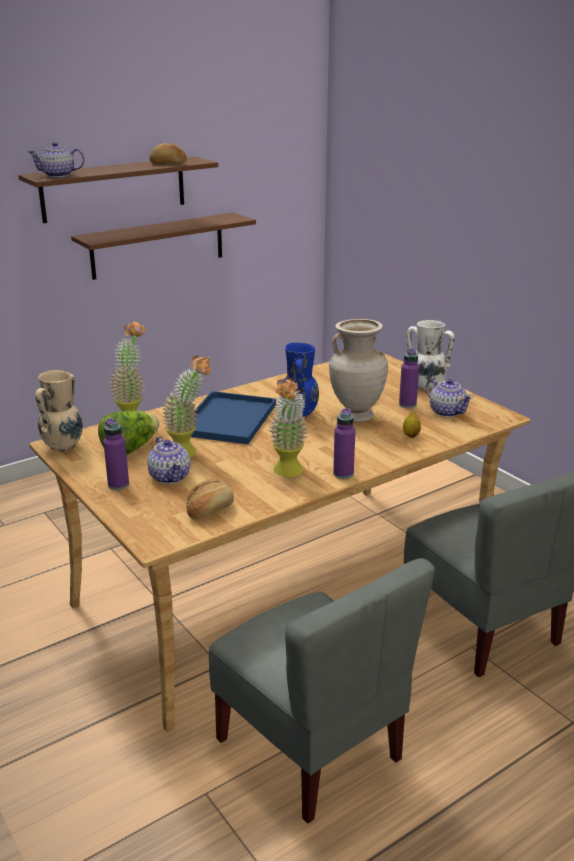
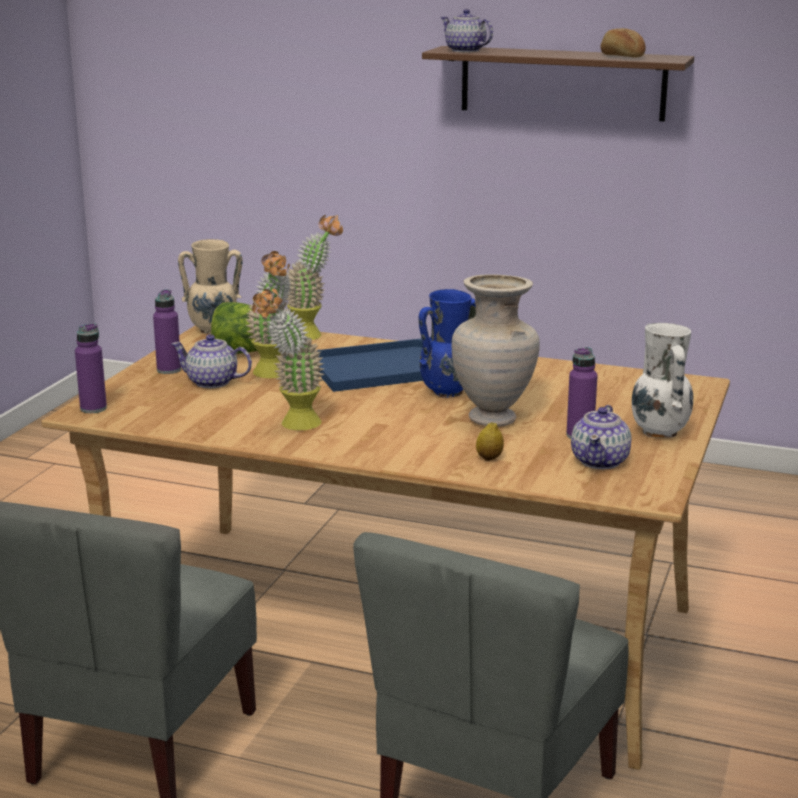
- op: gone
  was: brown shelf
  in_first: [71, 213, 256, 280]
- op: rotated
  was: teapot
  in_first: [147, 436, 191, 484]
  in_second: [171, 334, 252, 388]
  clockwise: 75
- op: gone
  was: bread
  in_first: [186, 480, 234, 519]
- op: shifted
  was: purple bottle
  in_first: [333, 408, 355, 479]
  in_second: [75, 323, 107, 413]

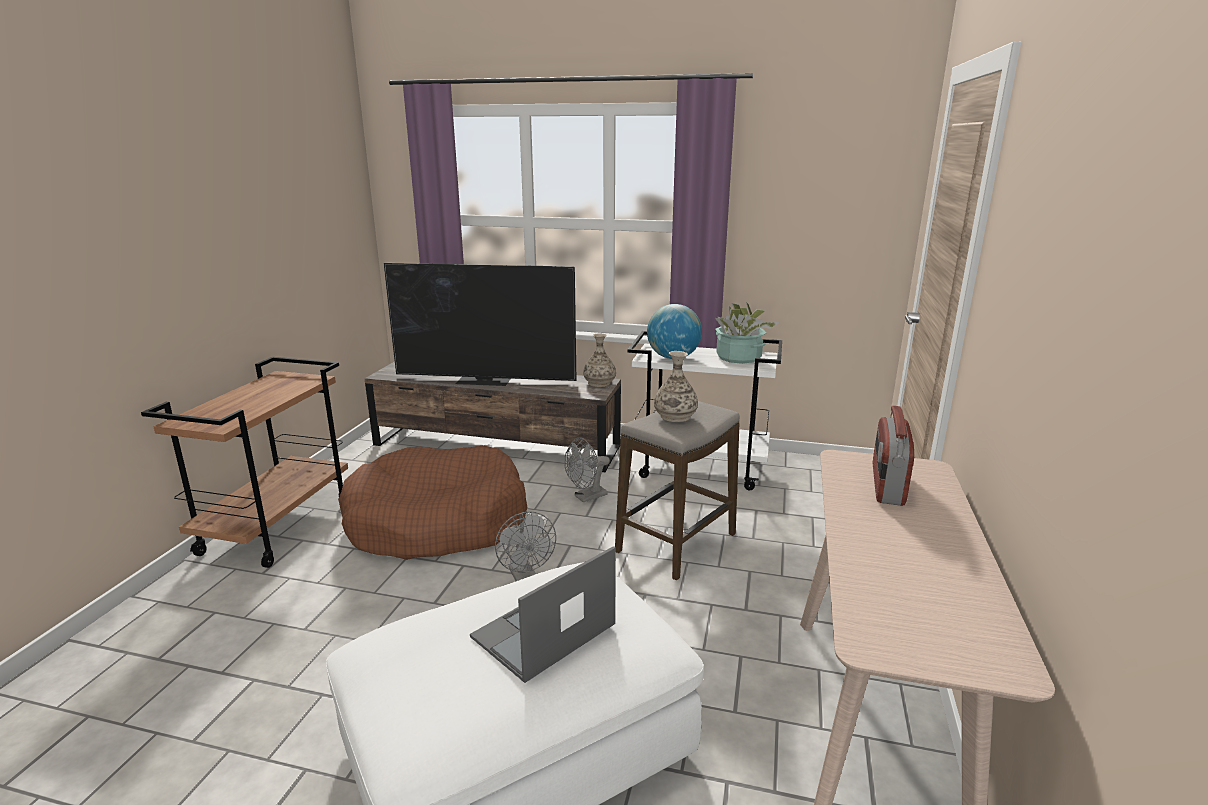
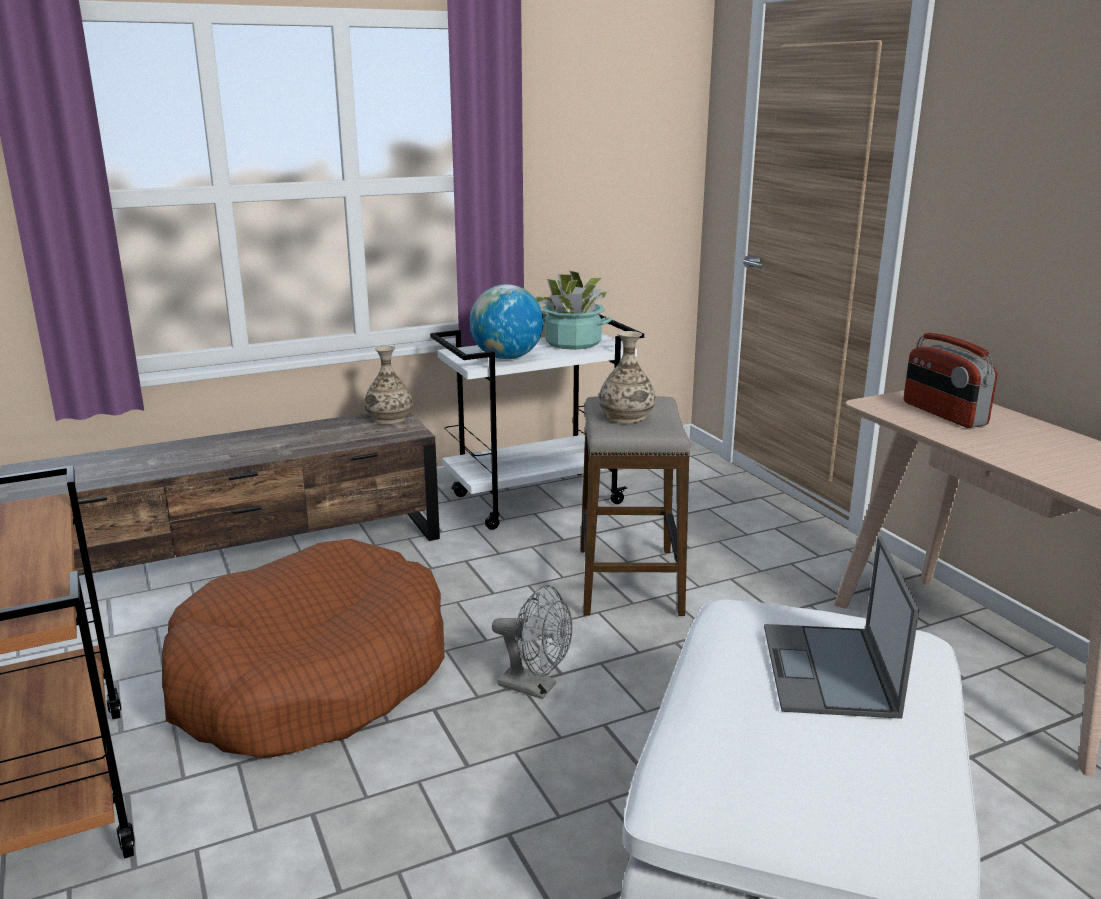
- op: gone
  was: television
  in_first: [384, 263, 576, 386]
- op: gone
  was: grey fan
  in_first: [564, 438, 610, 502]

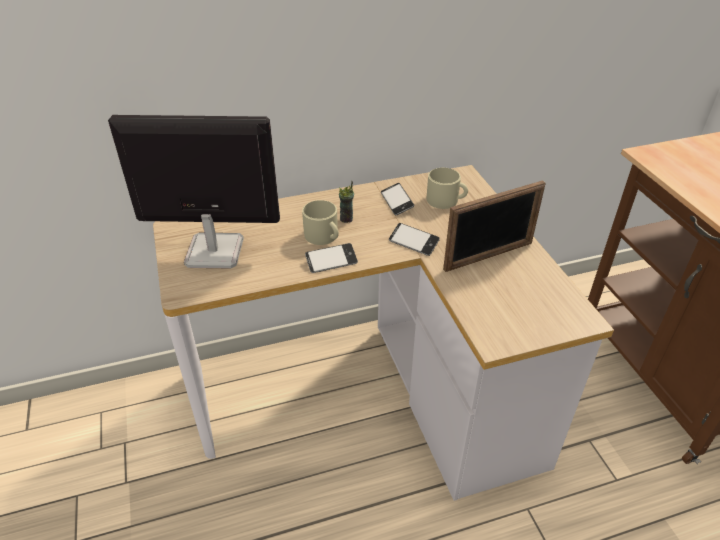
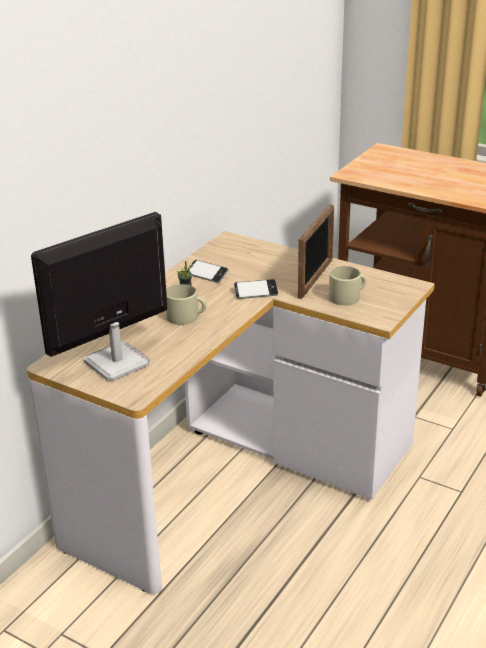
- op: gone
  was: phone
  in_first: [305, 243, 358, 273]
- op: shifted
  was: beige mug
  in_first: [427, 168, 468, 209]
  in_second: [329, 266, 366, 306]

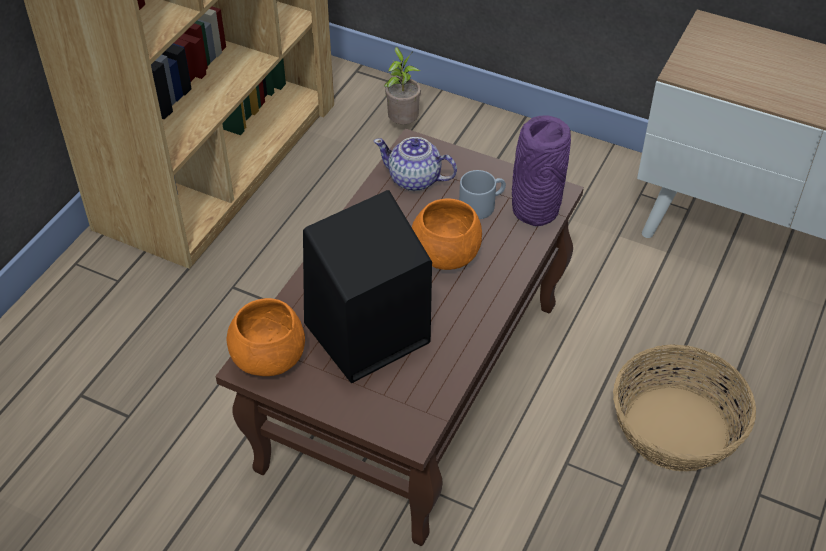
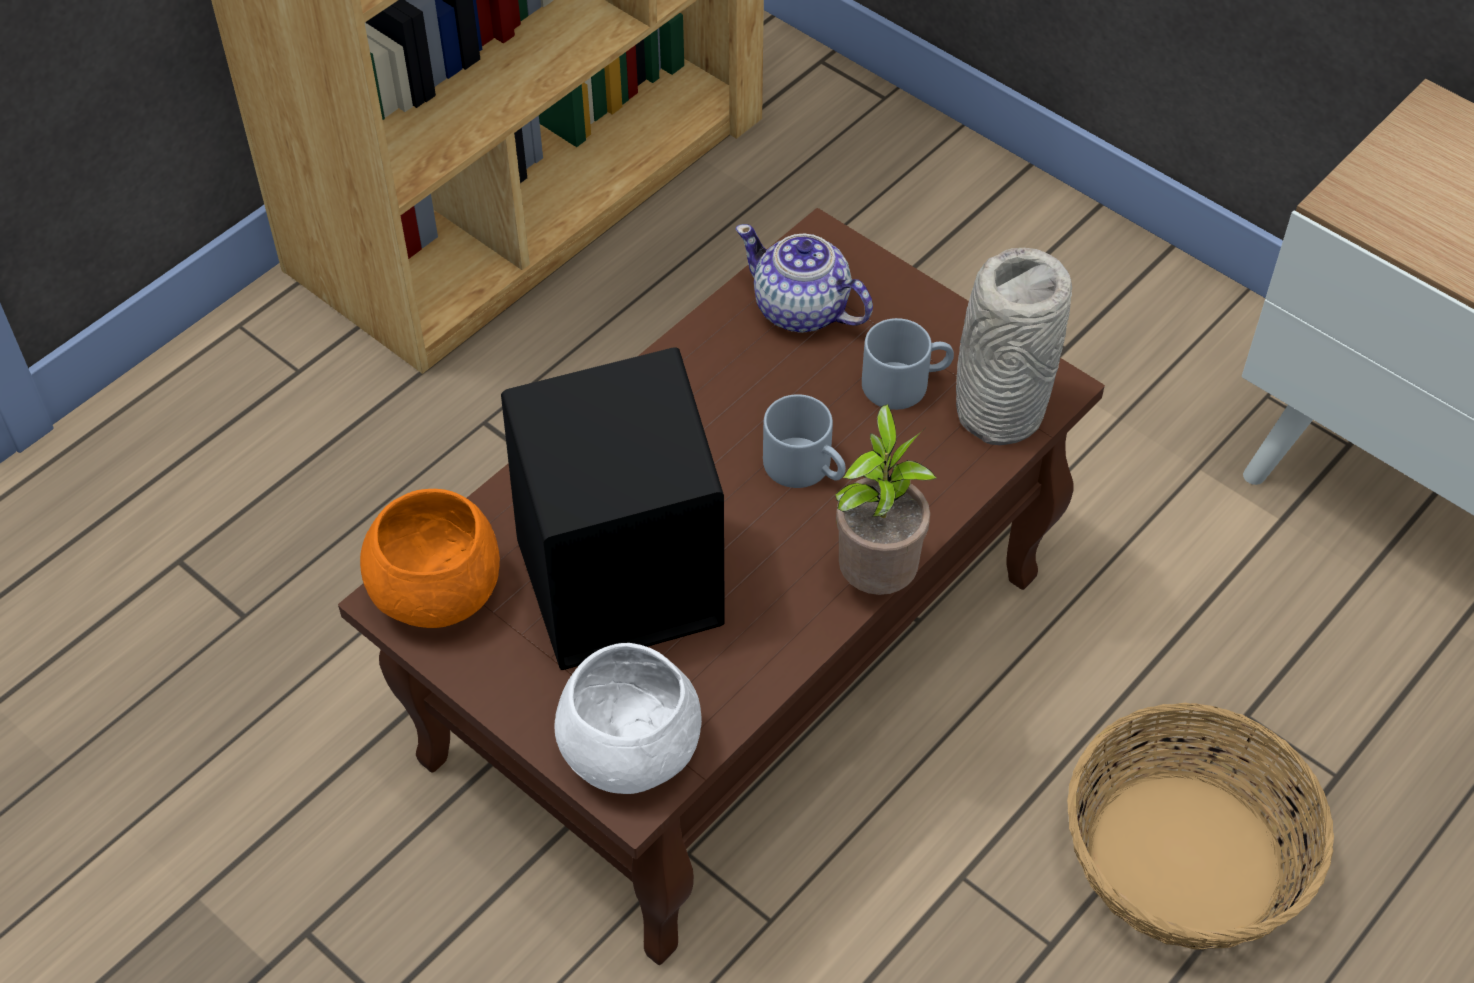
- op: shifted
  was: potted plant
  in_first: [384, 47, 421, 124]
  in_second: [835, 404, 937, 595]
- op: swapped
  was: orange bowl
  now: grey mug
  in_first: [412, 199, 482, 270]
  in_second: [763, 394, 846, 488]
- op: repainted
  was: purple vase
  now: grey vase
  in_first: [512, 115, 571, 226]
  in_second: [956, 248, 1072, 445]
- op: new
  now: white bowl
  in_second: [555, 643, 702, 794]

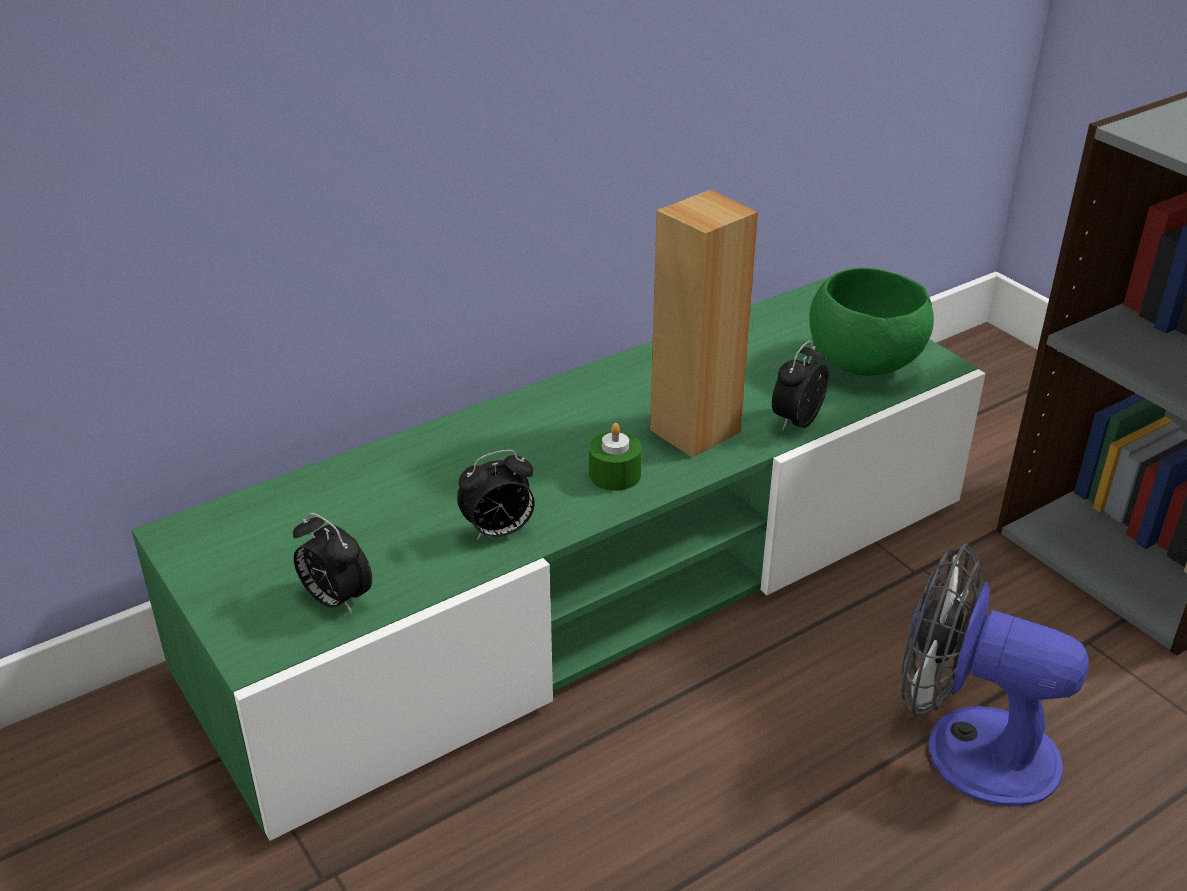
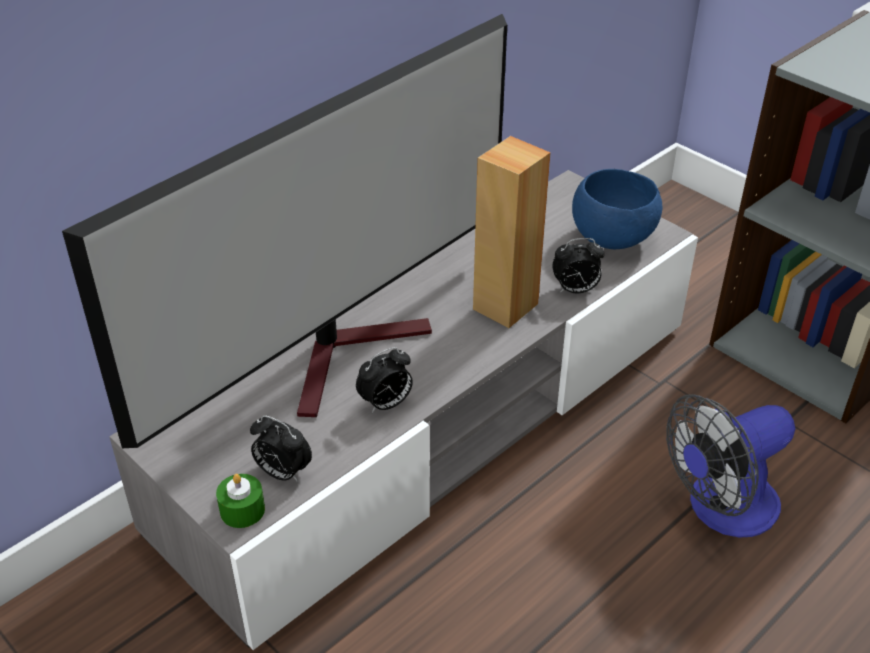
- op: repainted
  was: green tv stand
  now: grey tv stand
  in_first: [132, 278, 986, 841]
  in_second: [109, 170, 698, 650]
- op: shifted
  was: green candle
  in_first: [589, 423, 642, 491]
  in_second: [216, 474, 265, 528]
- op: rotated
  was: alarm clock
  in_first: [772, 340, 829, 431]
  in_second: [552, 238, 605, 293]
  clockwise: -120
- op: repainted
  was: green bowl
  now: blue bowl
  in_first: [809, 268, 934, 376]
  in_second: [572, 169, 662, 249]
- op: rotated
  was: fan
  in_first: [901, 543, 1089, 807]
  in_second: [666, 394, 795, 538]
  clockwise: -45
- op: new
  now: television
  in_second: [62, 14, 507, 448]

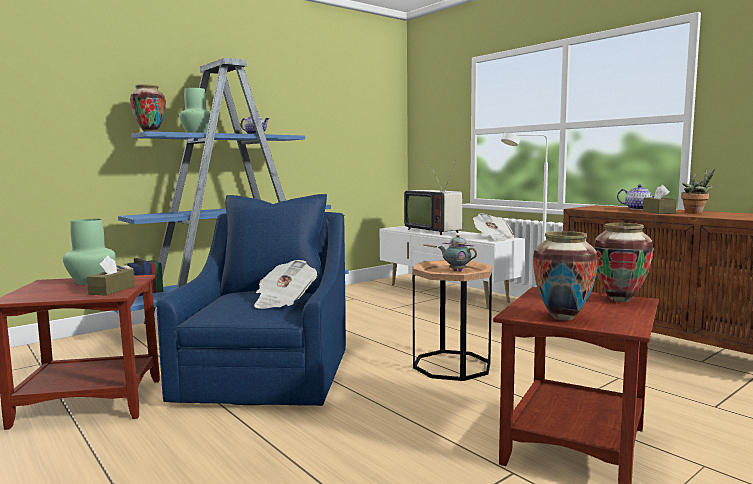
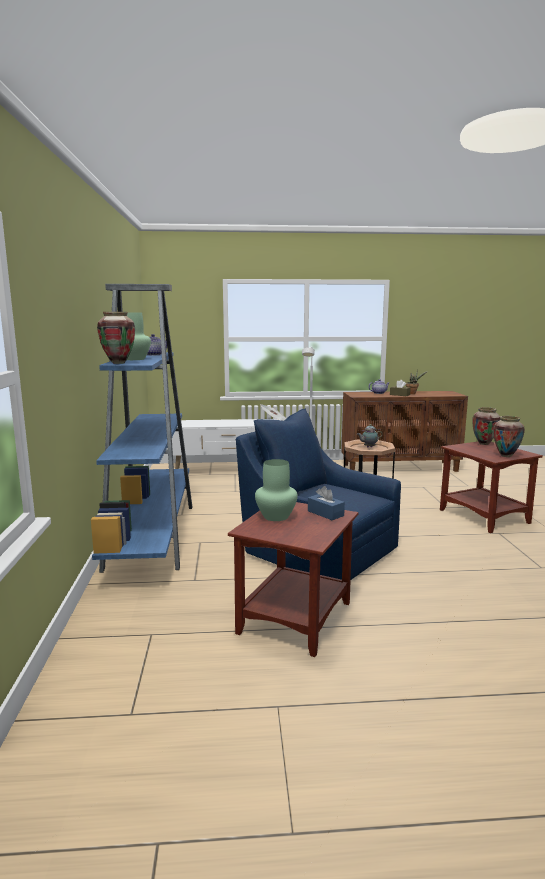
- op: repainted
  was: brown tissue box
  now: blue tissue box
  in_first: [87, 256, 135, 296]
  in_second: [308, 486, 345, 520]
- op: gone
  was: newspaper
  in_first: [254, 260, 317, 309]
- op: gone
  was: television
  in_first: [404, 160, 462, 235]

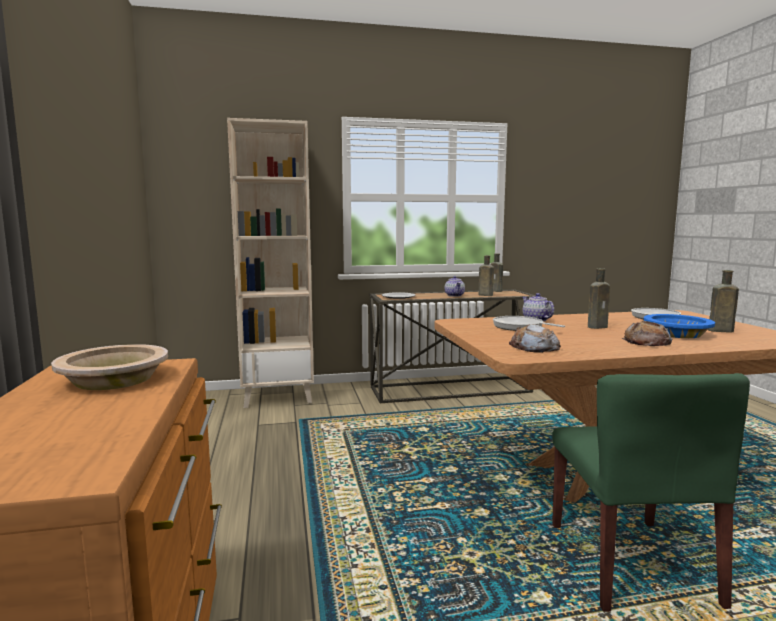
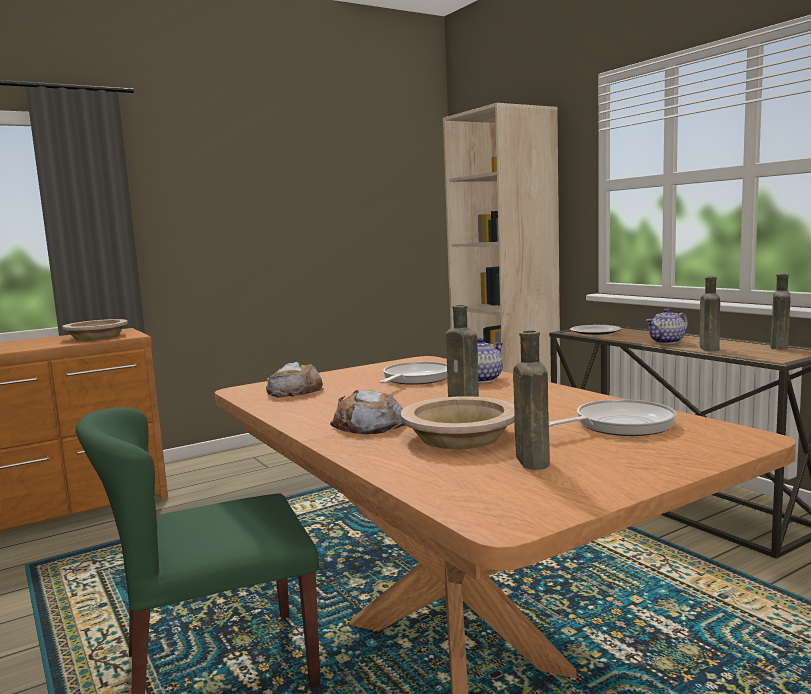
- op: repainted
  was: blue bowl
  now: beige bowl
  in_first: [643, 314, 715, 338]
  in_second: [401, 396, 514, 449]

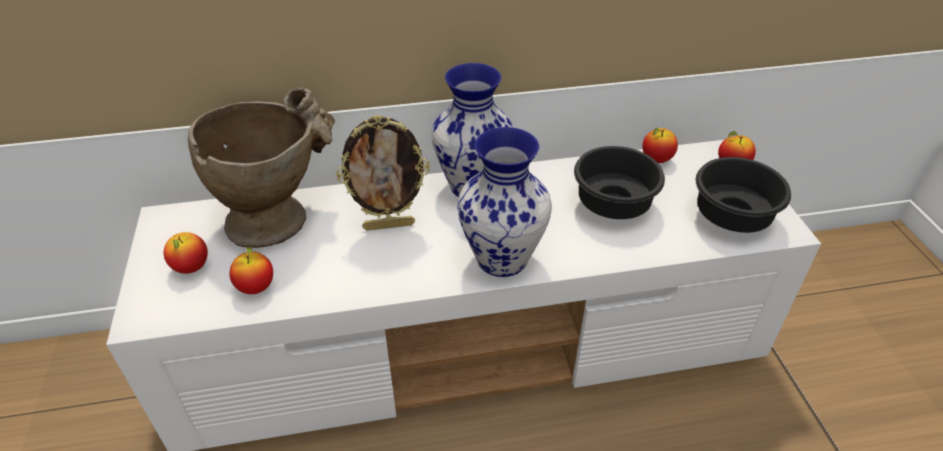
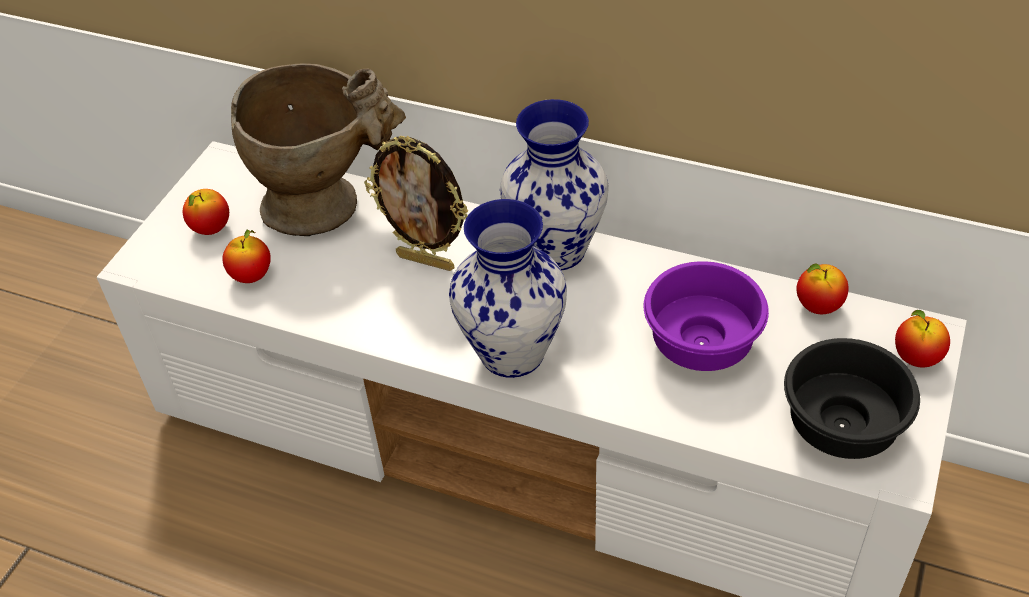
- op: repainted
  was: black bowl
  now: purple bowl
  in_first: [574, 146, 665, 219]
  in_second: [644, 261, 769, 371]

